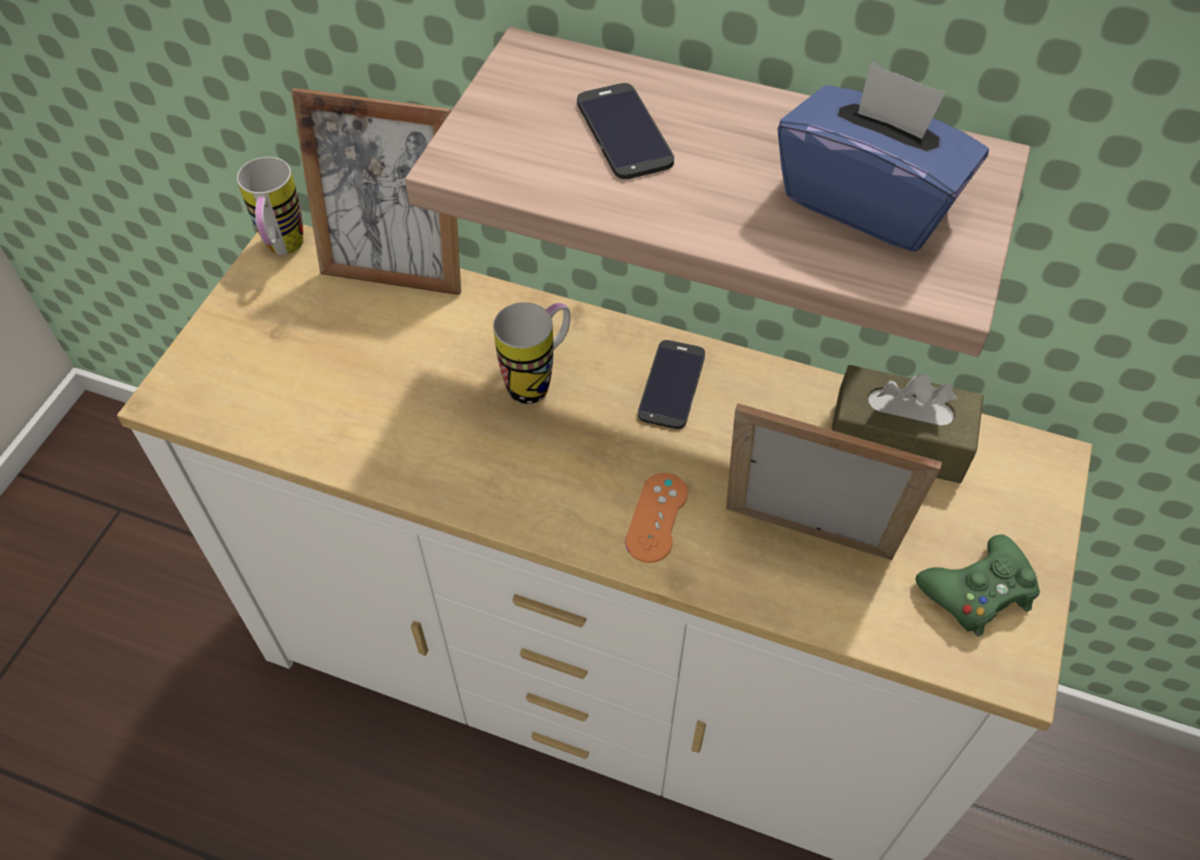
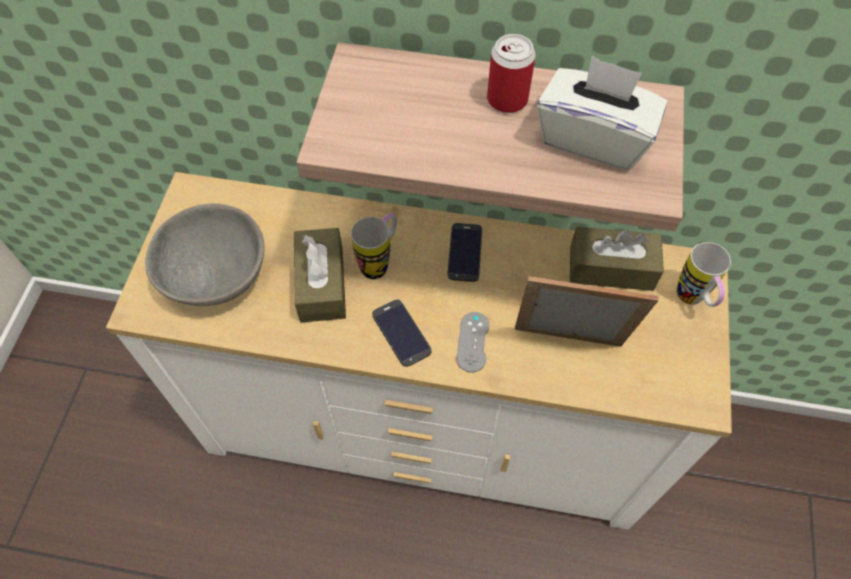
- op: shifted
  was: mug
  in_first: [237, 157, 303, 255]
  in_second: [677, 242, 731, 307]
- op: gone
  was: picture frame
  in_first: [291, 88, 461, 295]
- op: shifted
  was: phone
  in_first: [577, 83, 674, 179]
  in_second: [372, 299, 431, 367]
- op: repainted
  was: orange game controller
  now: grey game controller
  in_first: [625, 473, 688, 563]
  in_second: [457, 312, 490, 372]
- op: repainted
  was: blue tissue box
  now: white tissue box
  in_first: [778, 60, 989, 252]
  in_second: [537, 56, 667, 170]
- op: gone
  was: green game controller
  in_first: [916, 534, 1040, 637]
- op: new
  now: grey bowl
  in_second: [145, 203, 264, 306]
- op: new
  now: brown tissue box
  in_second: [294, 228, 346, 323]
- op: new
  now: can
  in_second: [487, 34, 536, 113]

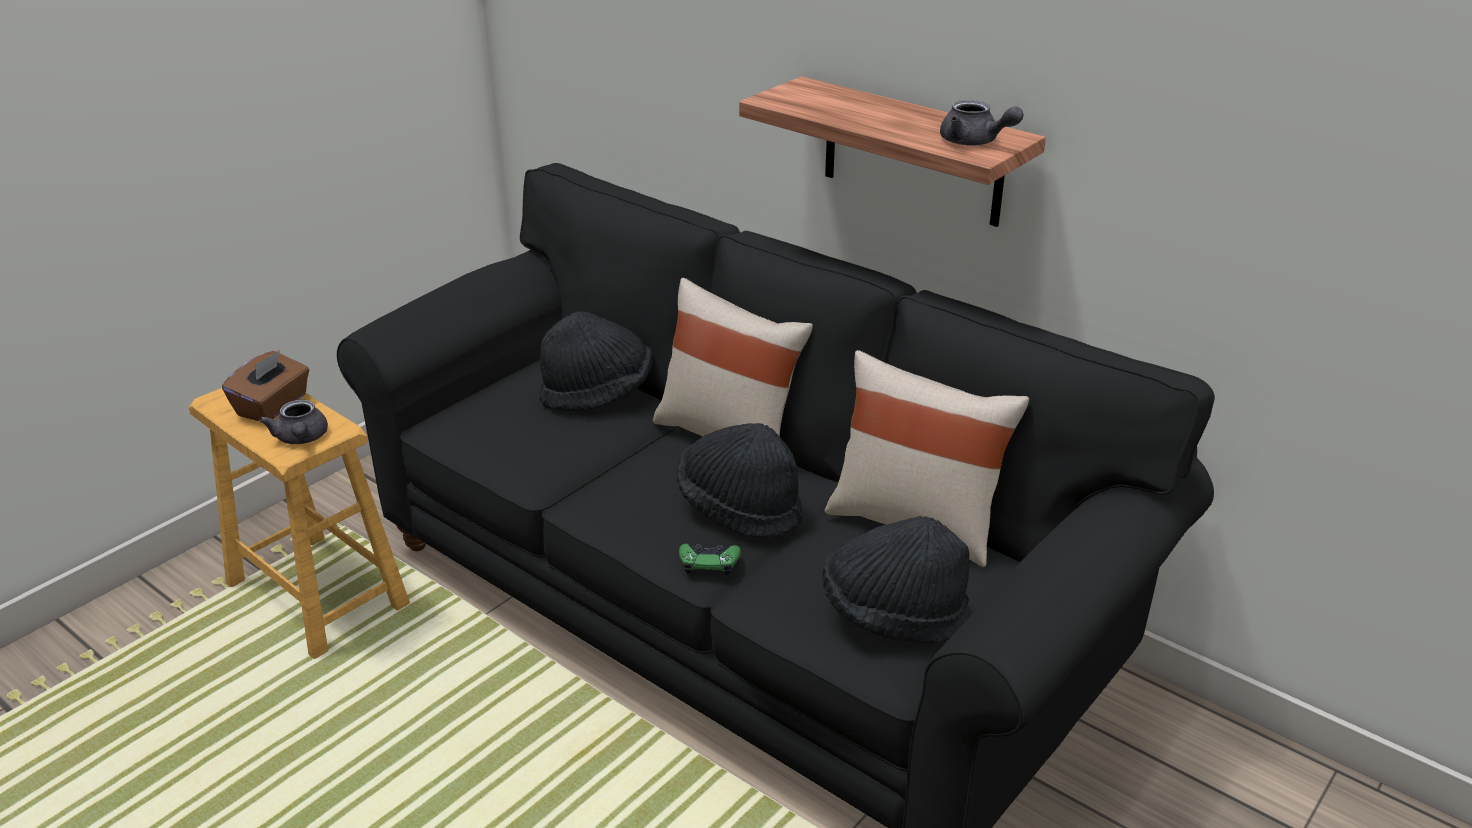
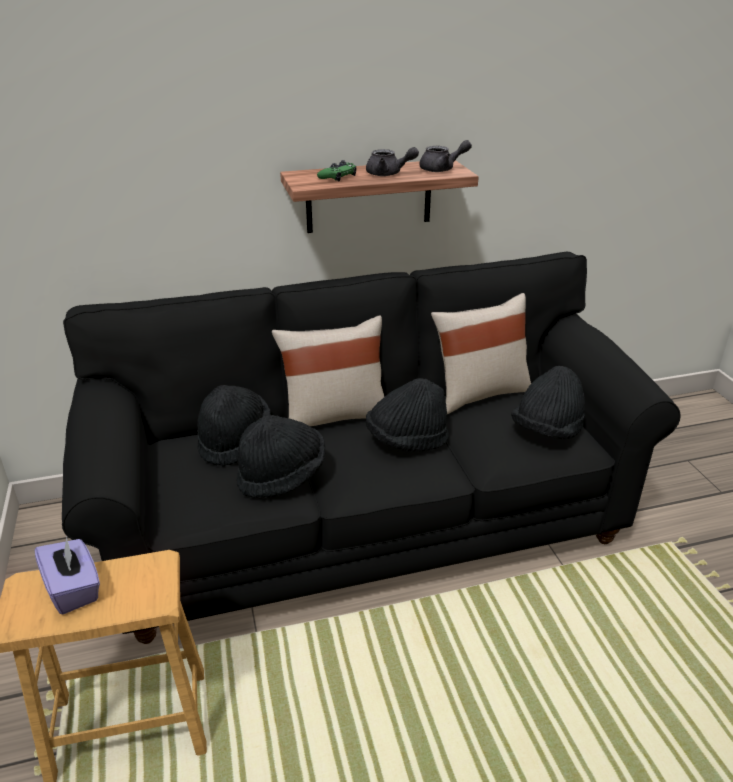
- op: repainted
  was: brown tissue box
  now: purple tissue box
  in_first: [222, 350, 309, 421]
  in_second: [35, 537, 100, 614]
- op: shifted
  was: grey teapot
  in_first: [259, 400, 328, 444]
  in_second: [366, 147, 419, 176]
- op: shifted
  was: green game controller
  in_first: [679, 543, 741, 576]
  in_second: [317, 160, 357, 181]
- op: new
  now: black hat
  in_second: [236, 415, 325, 498]

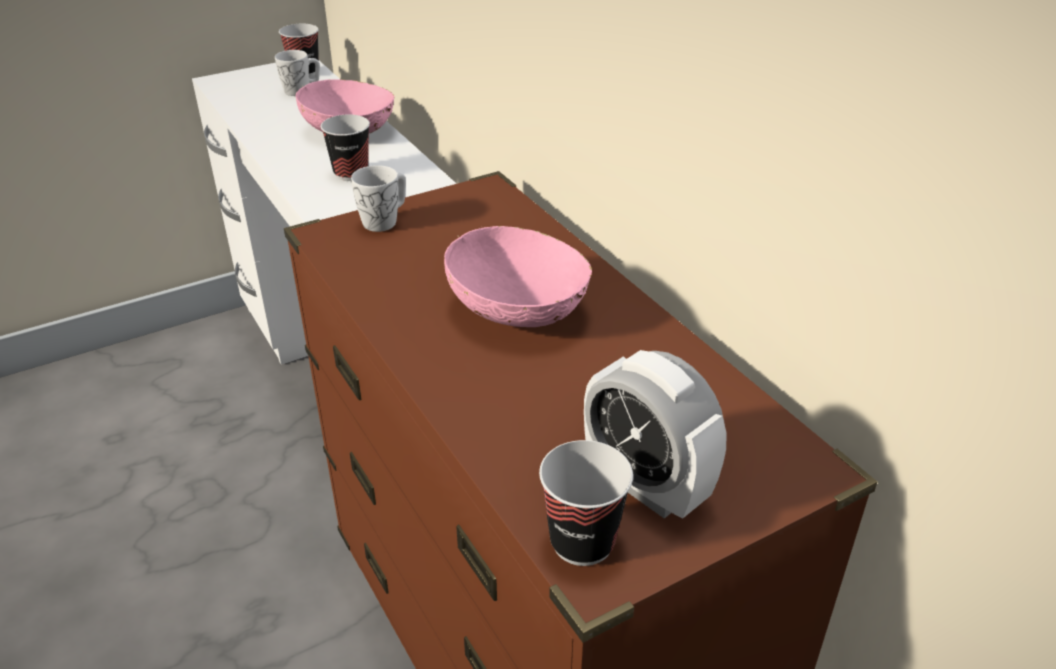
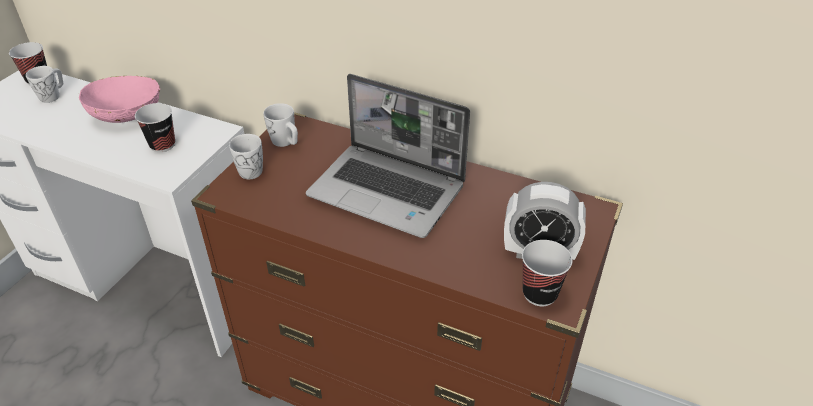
- op: swapped
  was: pink bowl
  now: laptop
  in_first: [444, 226, 592, 327]
  in_second: [306, 74, 470, 238]
- op: new
  now: white mug
  in_second: [263, 103, 298, 147]

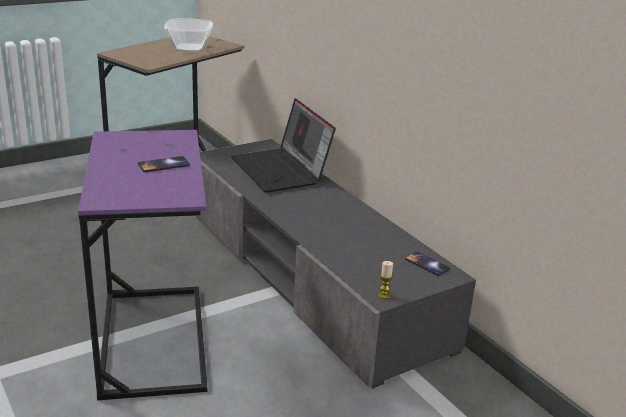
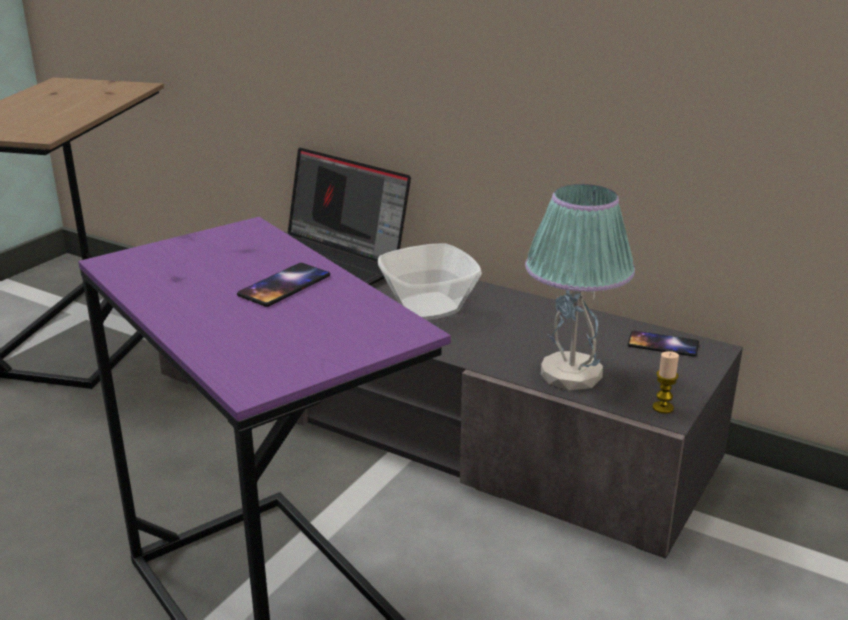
- op: shifted
  was: bowl
  in_first: [164, 18, 213, 52]
  in_second: [378, 243, 482, 320]
- op: new
  now: table lamp
  in_second: [525, 184, 635, 390]

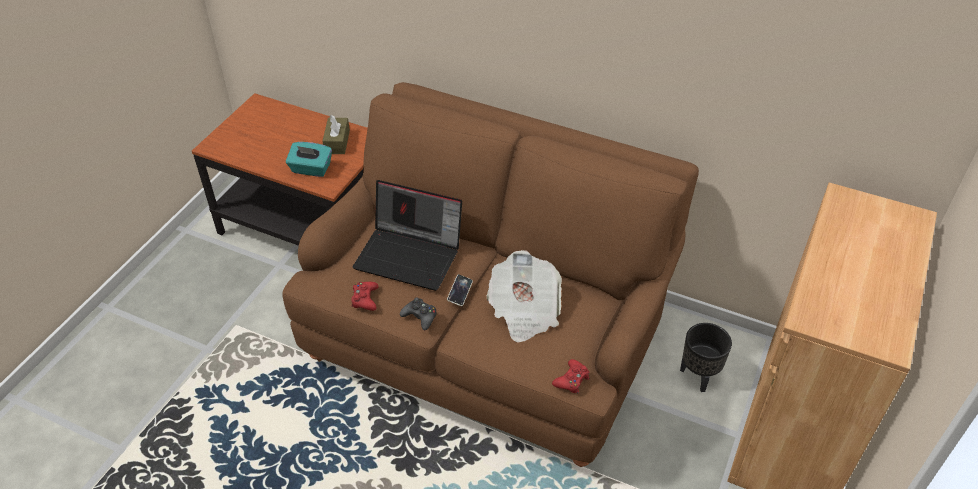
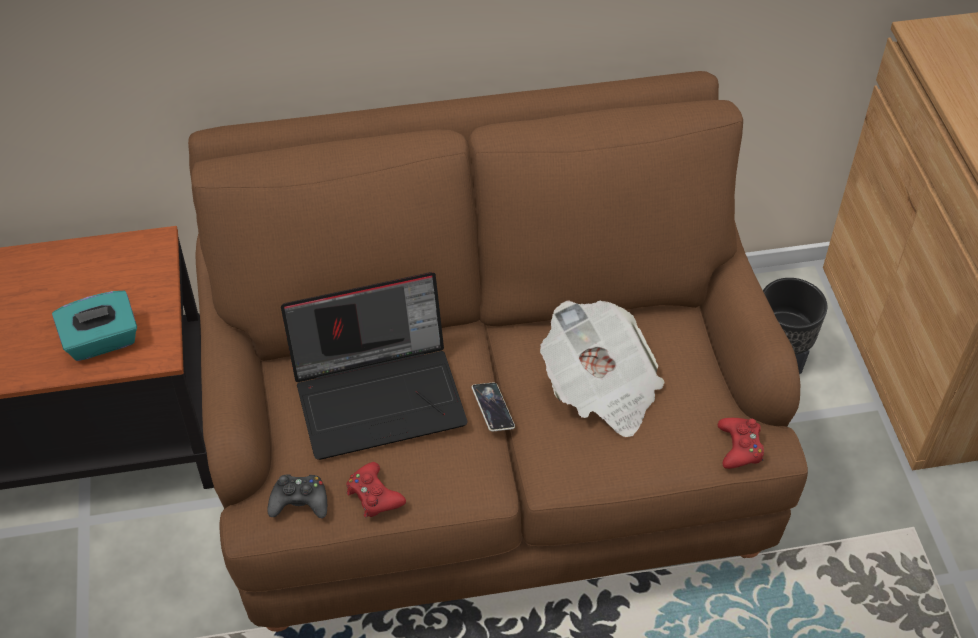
- op: gone
  was: brown tissue box
  in_first: [322, 115, 350, 154]
- op: shifted
  was: black game controller
  in_first: [400, 298, 437, 330]
  in_second: [267, 474, 327, 518]

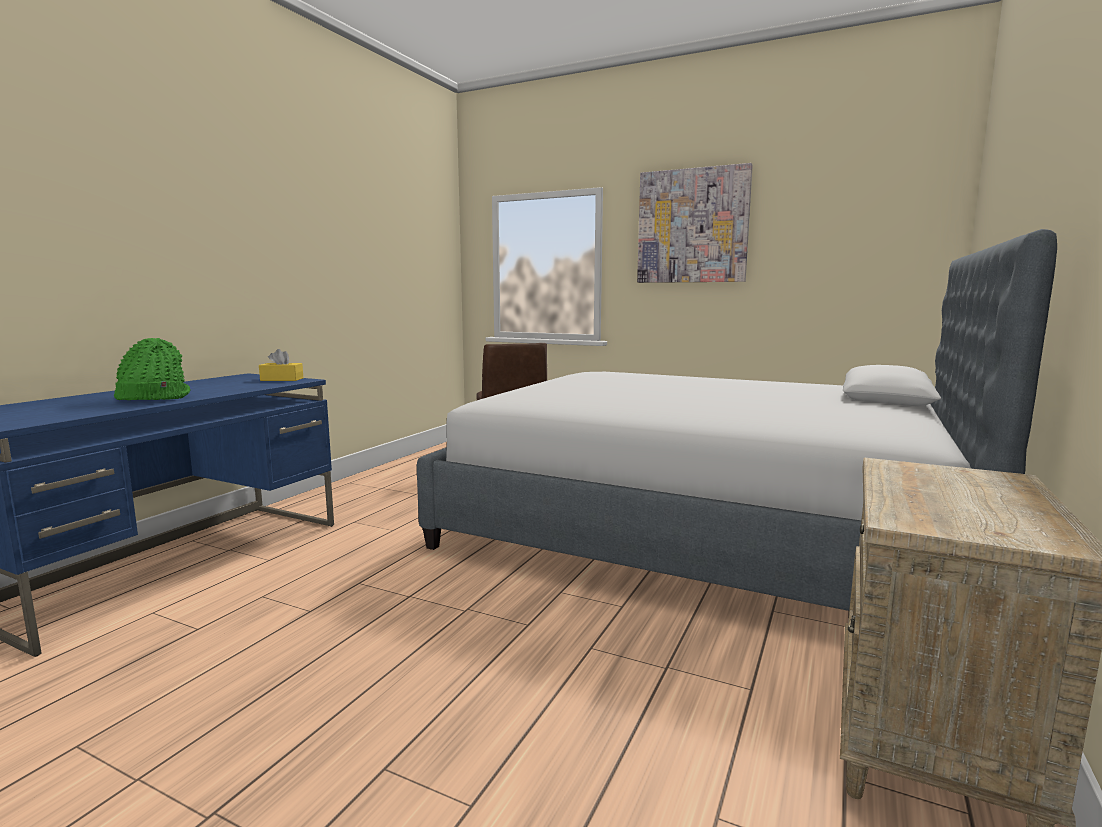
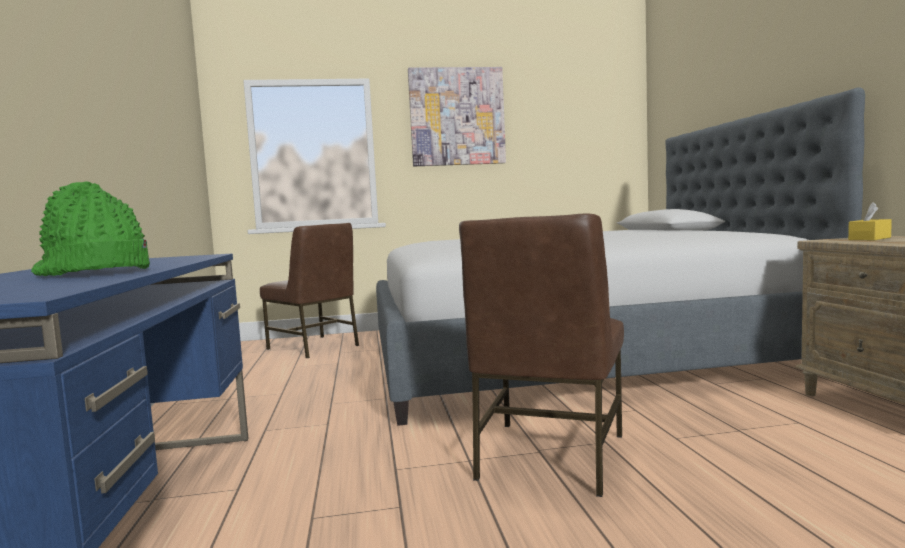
- op: shifted
  was: yellow tissue box
  in_first: [259, 349, 303, 381]
  in_second: [848, 202, 892, 240]
- op: new
  now: brown chair
  in_second: [459, 214, 624, 497]

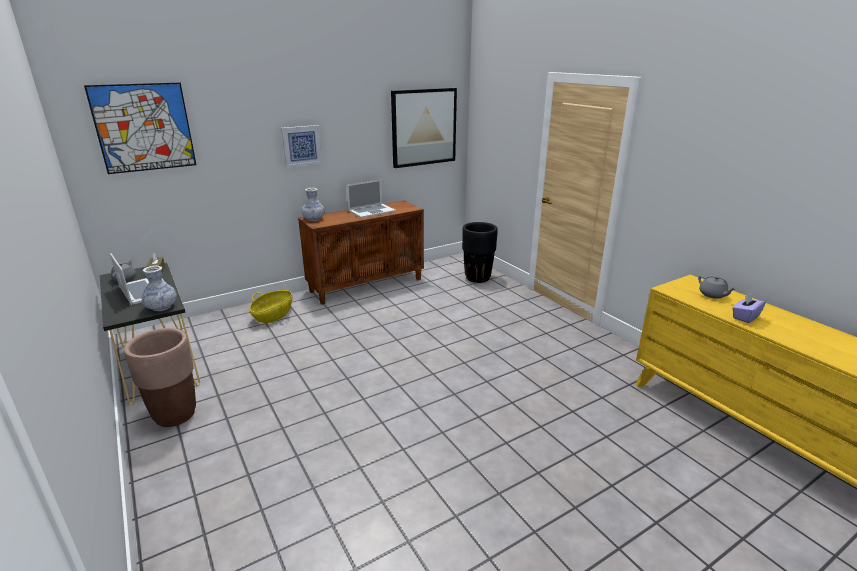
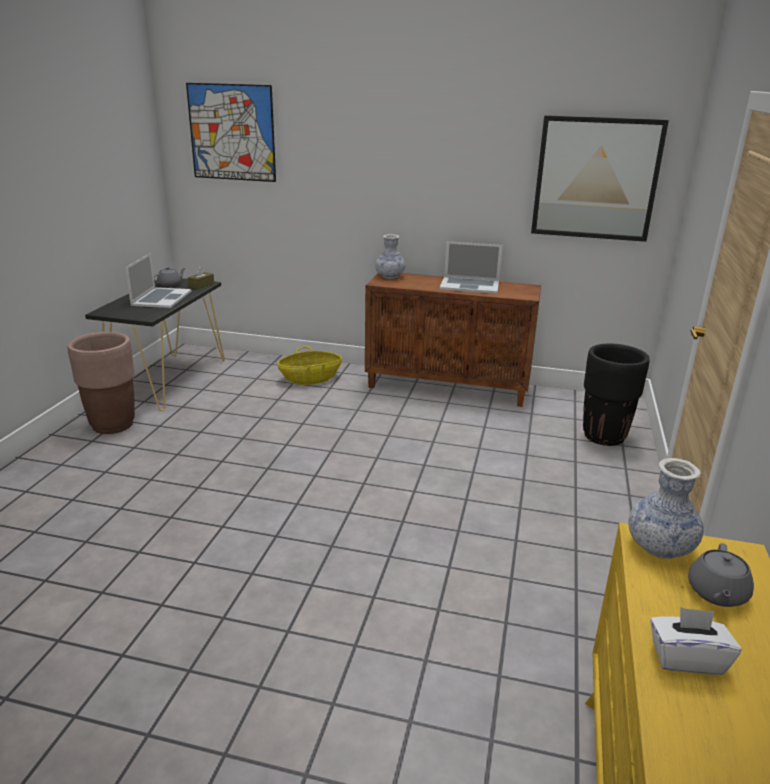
- op: shifted
  was: vase
  in_first: [141, 265, 177, 311]
  in_second: [629, 458, 704, 559]
- op: gone
  was: picture
  in_first: [281, 125, 322, 167]
- op: repainted
  was: purple tissue box
  now: white tissue box
  in_first: [732, 293, 766, 323]
  in_second: [650, 607, 742, 675]

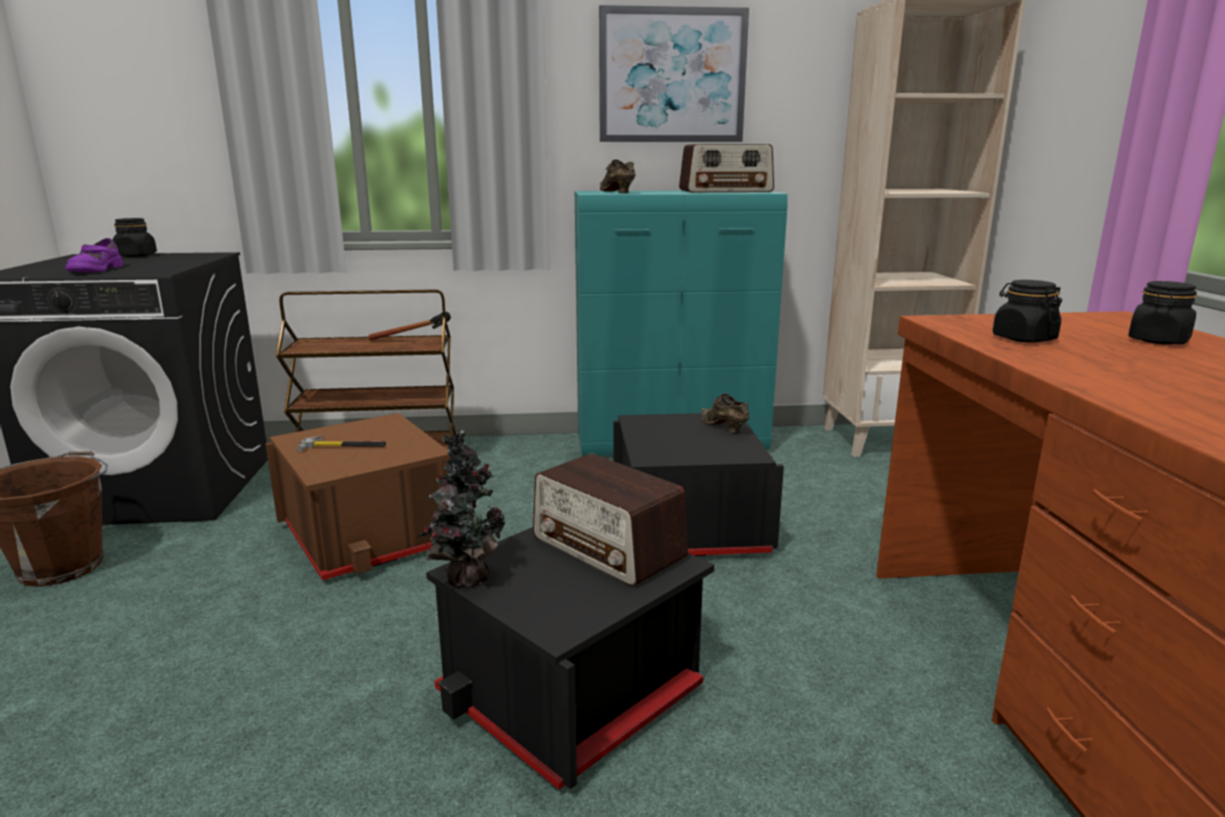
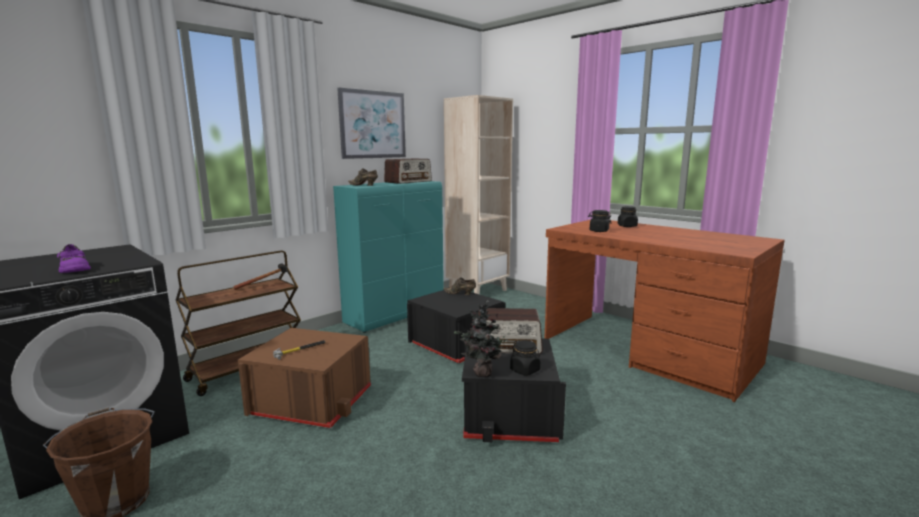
- op: shifted
  was: black jar
  in_first: [112, 218, 157, 257]
  in_second: [510, 340, 540, 376]

